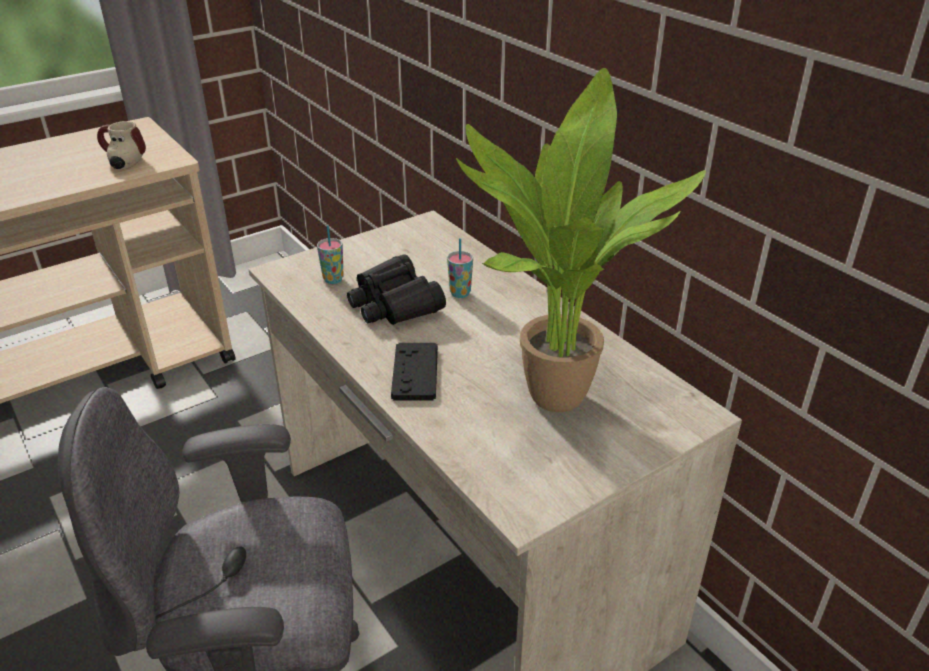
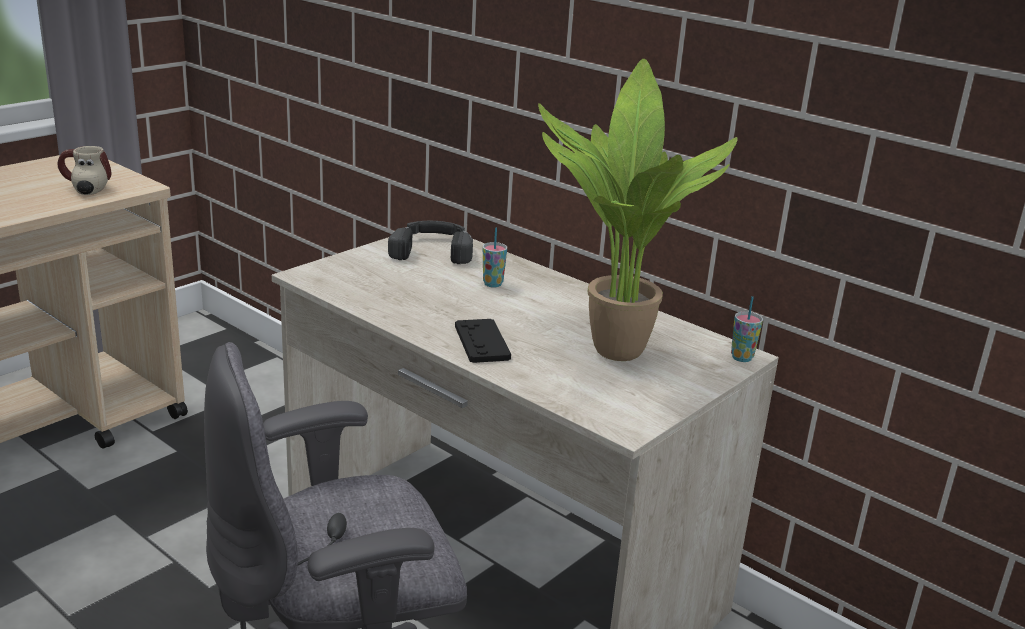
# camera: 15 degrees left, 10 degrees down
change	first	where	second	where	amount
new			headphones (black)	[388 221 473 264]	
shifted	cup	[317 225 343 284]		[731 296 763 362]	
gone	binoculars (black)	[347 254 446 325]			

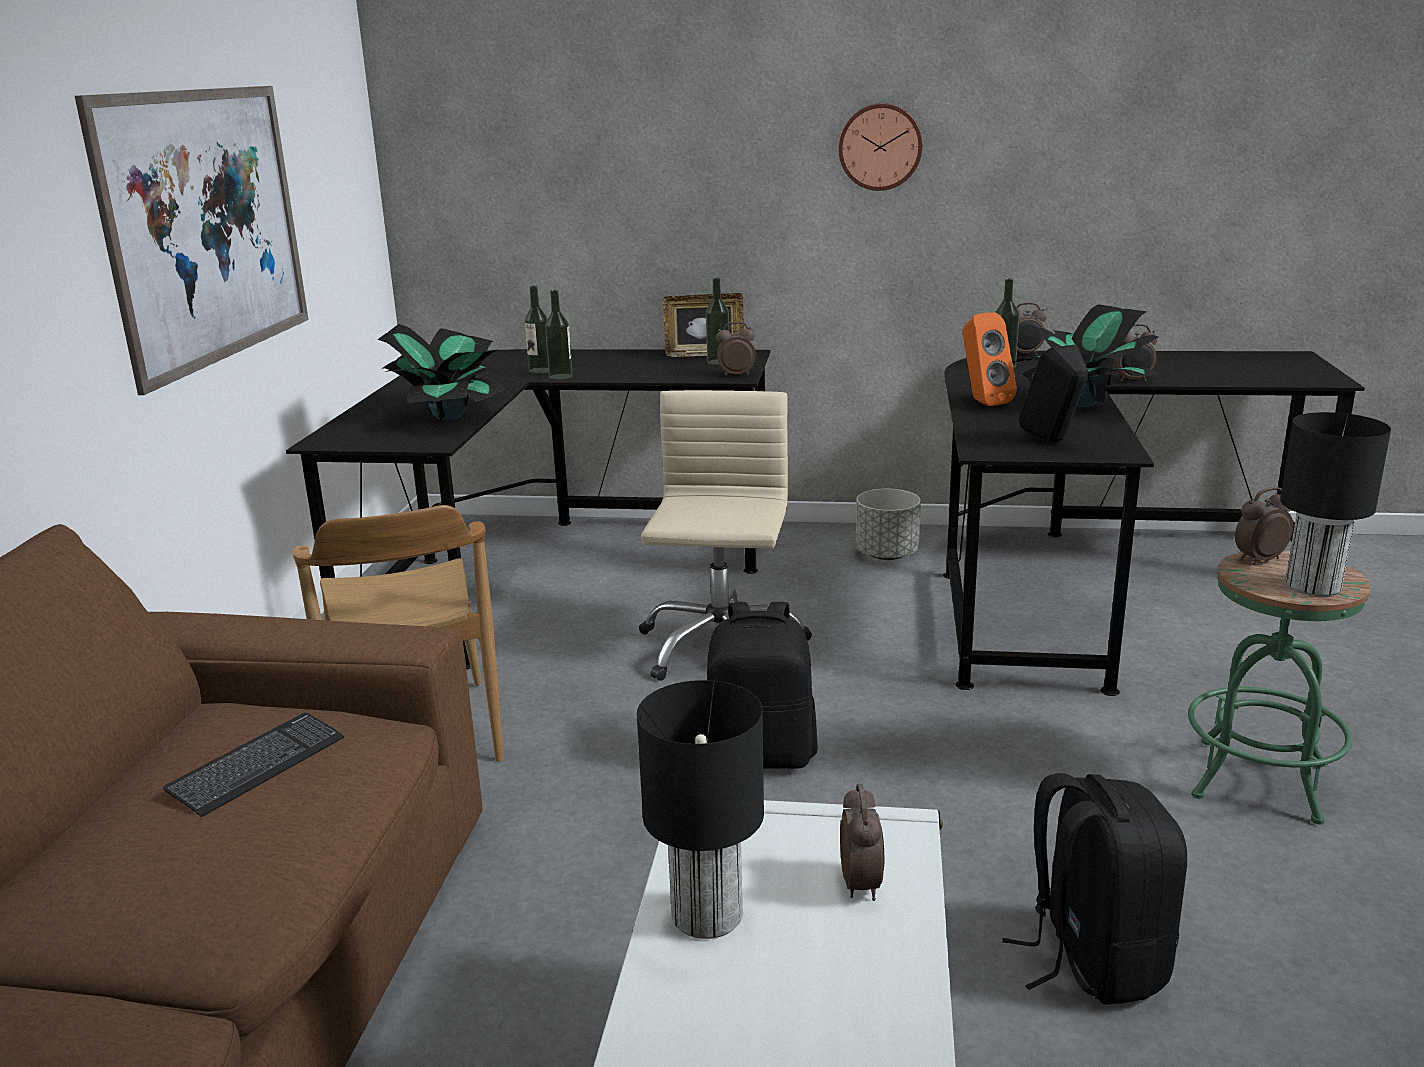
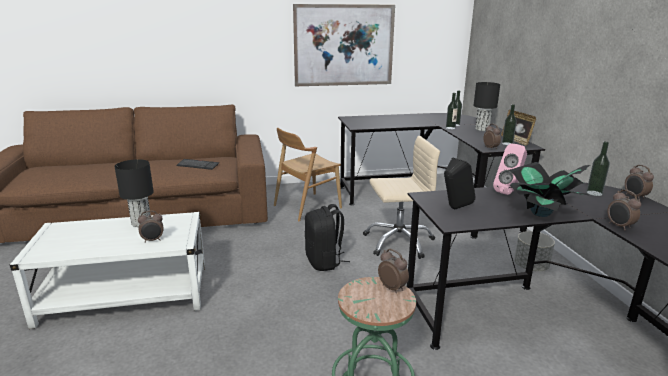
# camera: 70 degrees right, 0 degrees up
change	first	where	second	where	amount
shifted	table lamp (black)	[1280 412 1391 596]		[473 82 500 131]	
repainted	speaker (orange)	[963 312 1017 406]	speaker (pink)	[493 143 527 195]	
gone	potted plant	[377 324 505 420]			
gone	wall clock	[839 103 922 191]			
gone	backpack (black)	[1002 773 1187 1005]			

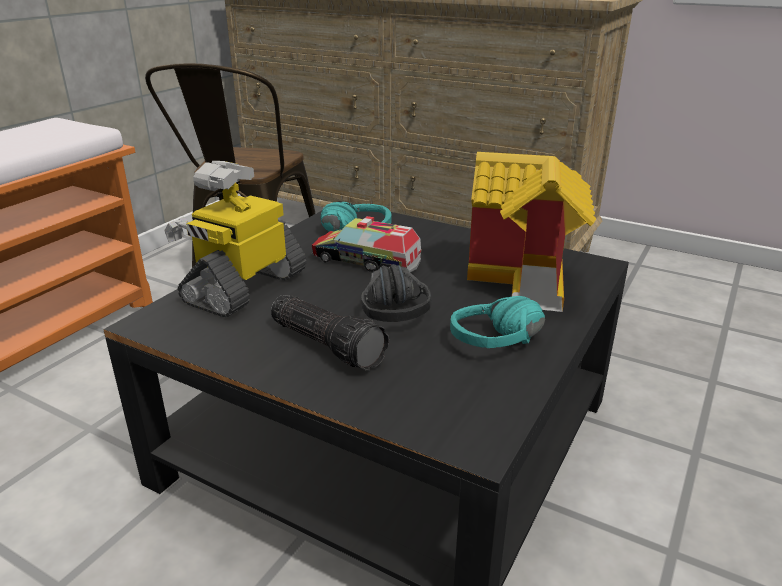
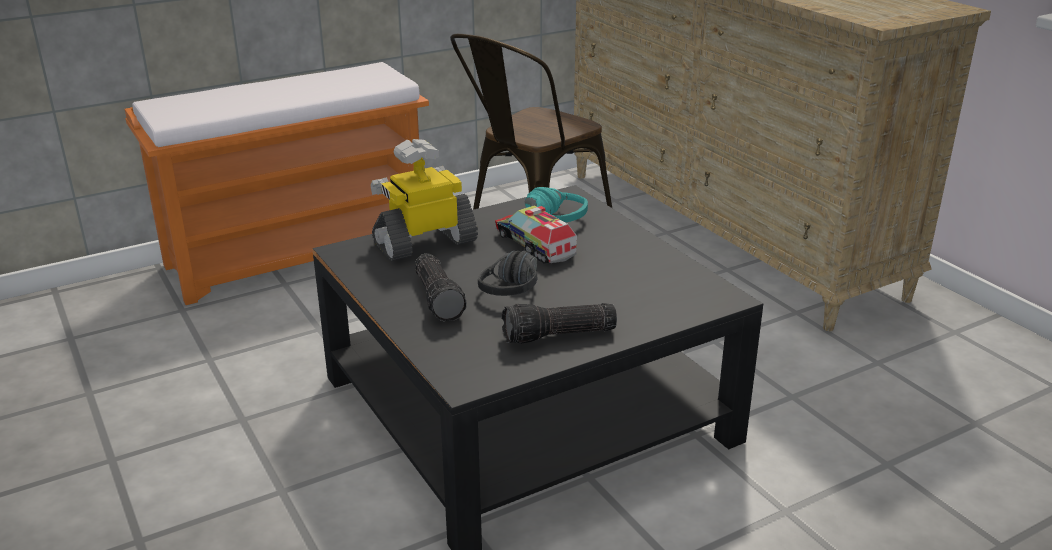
# camera: 30 degrees right, 0 degrees up
change	first	where	second	where	amount
swapped	headphones (turquoise)	[450 296 545 348]	flashlight	[502 303 617 344]	
gone	toy house	[467 152 596 312]			

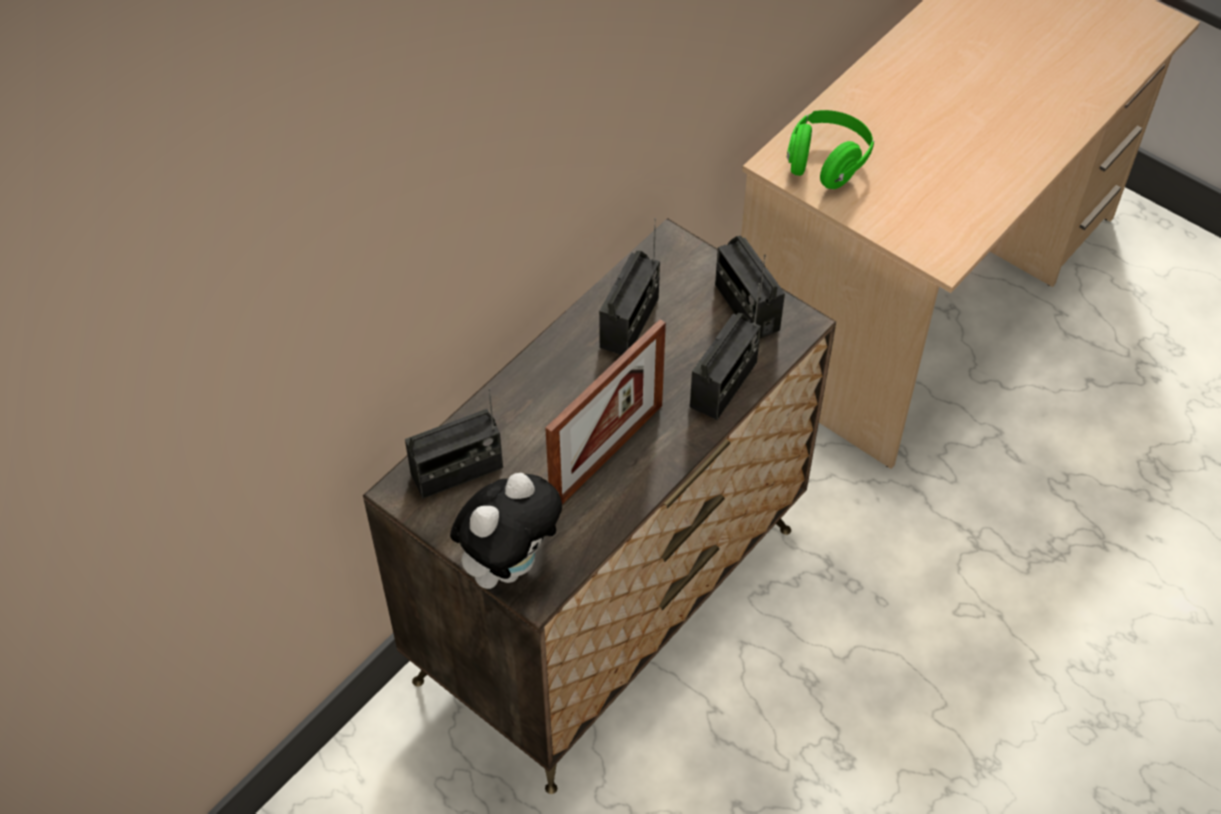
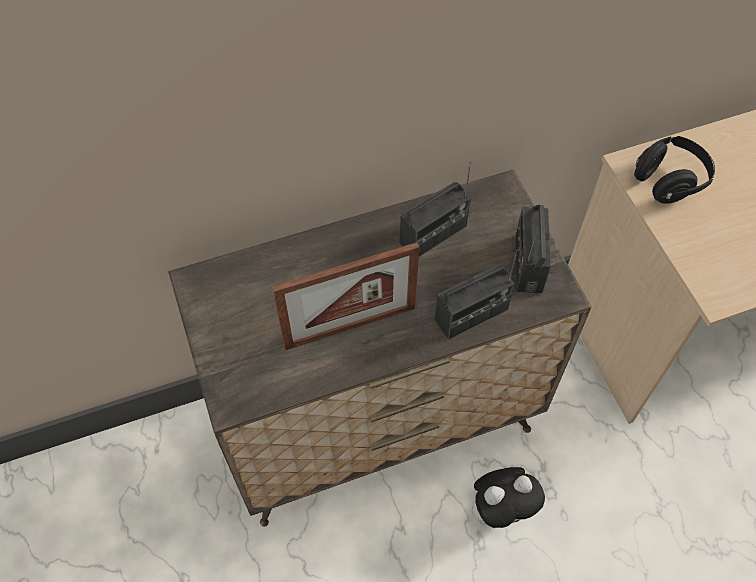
# camera: 30 degrees right, 5 degrees up
change	first	where	second	where	amount
shifted	plush toy	[450 473 562 589]		[472 467 545 528]	
repainted	headphones (green)	[787 110 874 189]	headphones (black)	[634 136 715 204]	
gone	radio	[405 388 503 499]			

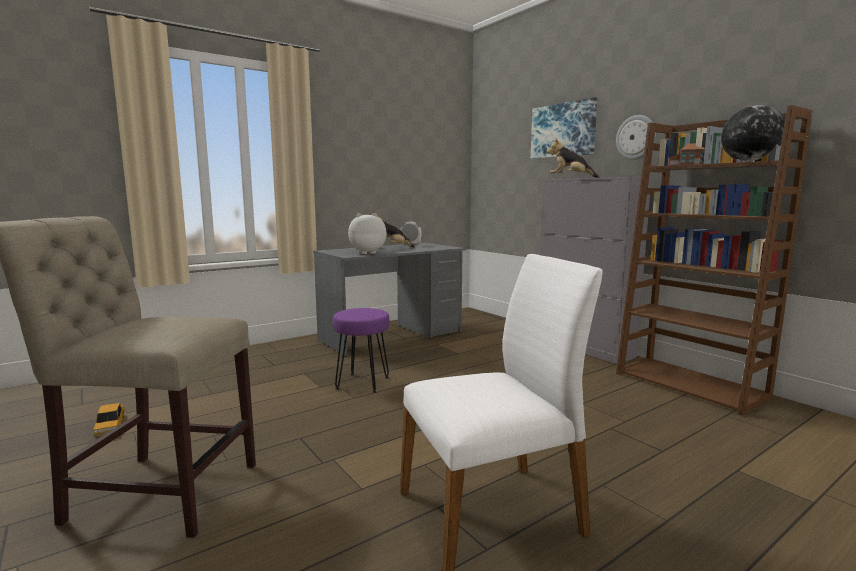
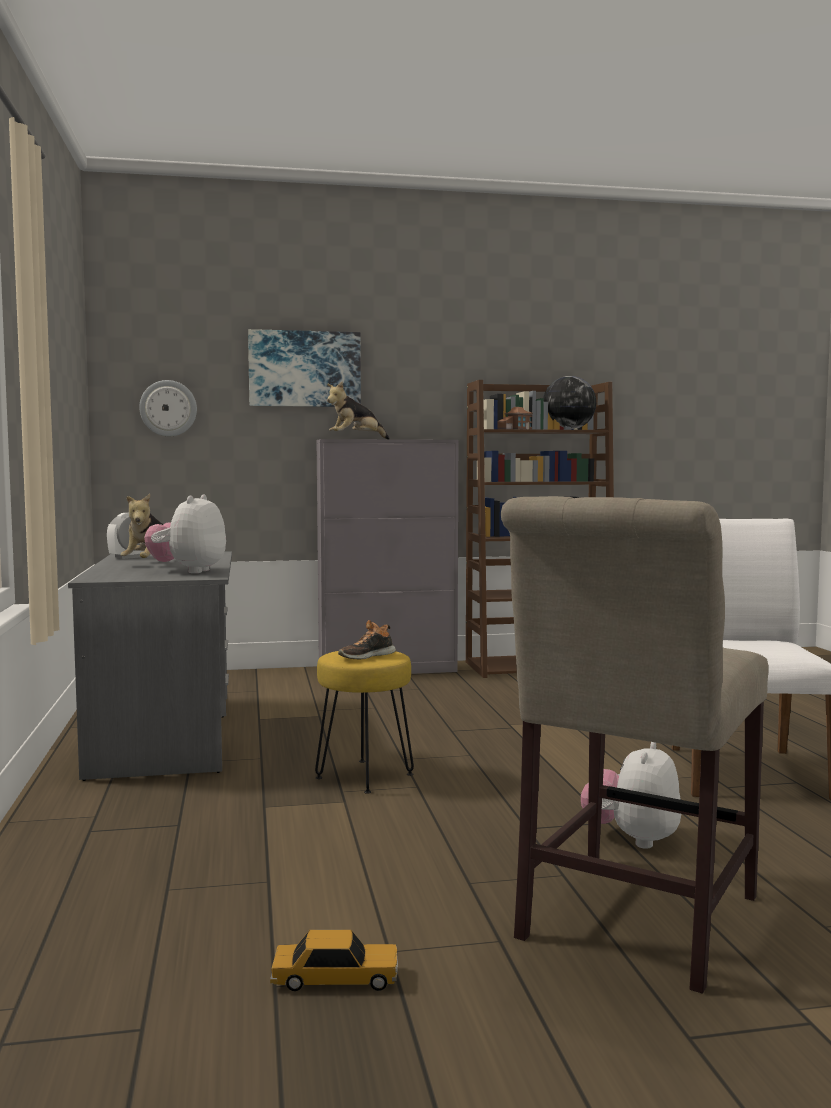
# camera: 65 degrees left, 5 degrees down
change	first	where	second	where	amount
shifted	wall clock	[616 115 656 160]		[139 380 197 436]	
repainted	stool (purple)	[333 308 390 393]	stool (yellow)	[315 651 414 794]	
new			shoe	[338 620 396 660]	
new			plush toy	[581 742 681 849]	

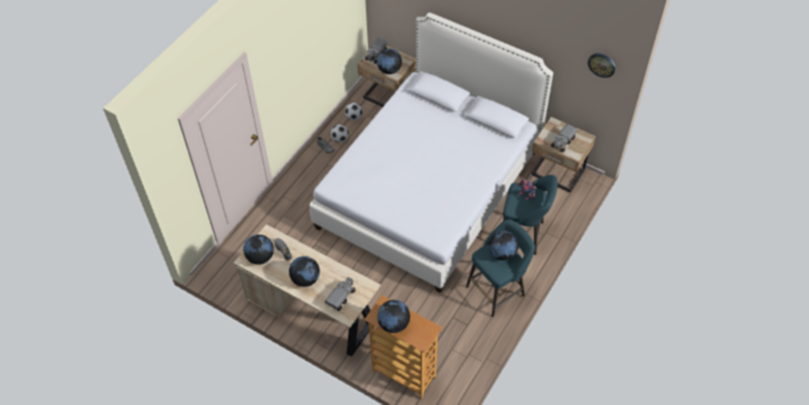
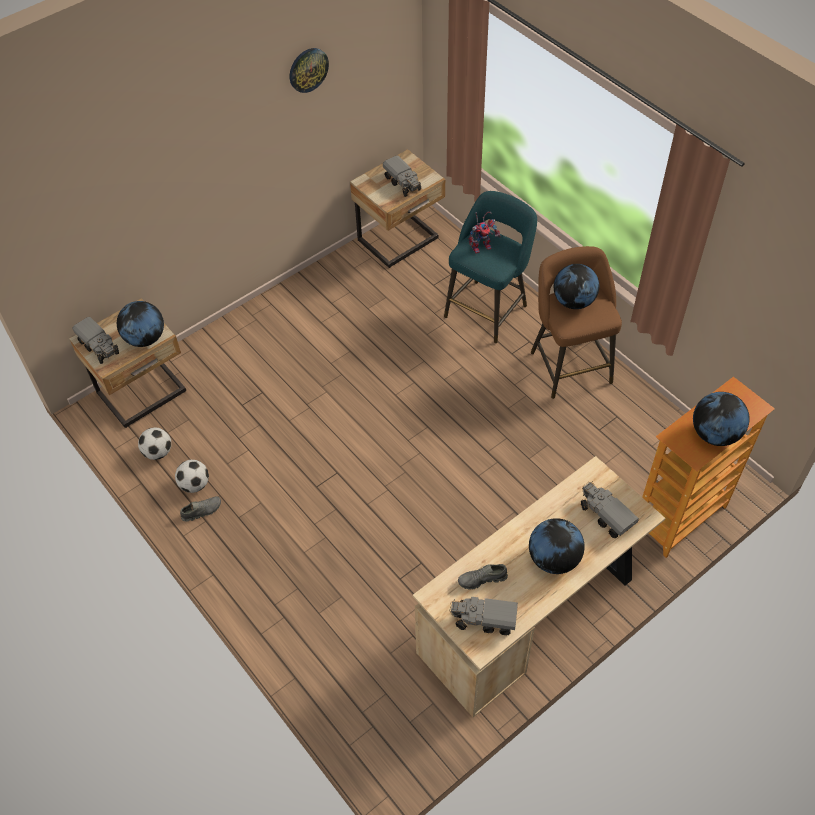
# camera: 70 degrees left, 0 degrees up
change	first	where	second	where	amount
shifted	wall clock	[588 53 616 78]		[290 48 329 93]	
swapped	globe	[243 234 274 265]	toy truck	[450 597 518 636]	
repainted	stool (turquoise)	[466 219 535 317]	stool (brown)	[531 246 622 399]	
gone	bed (white)	[309 13 553 293]			

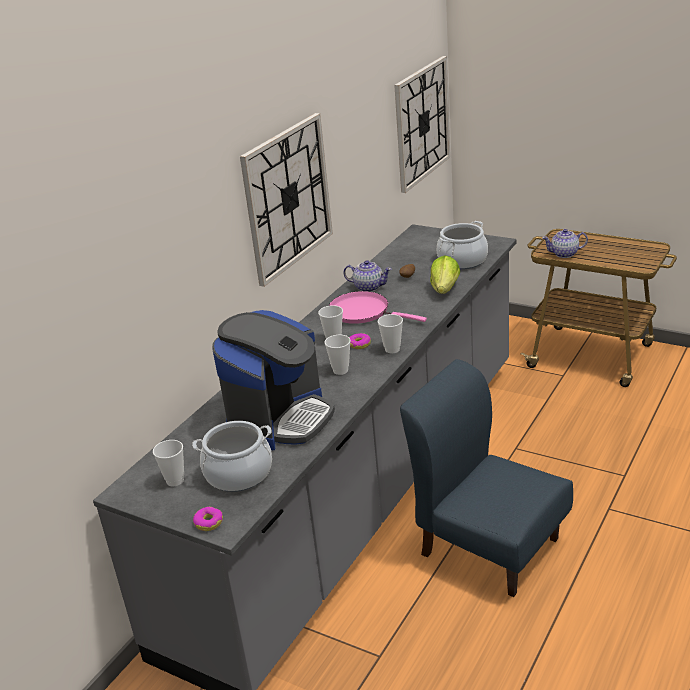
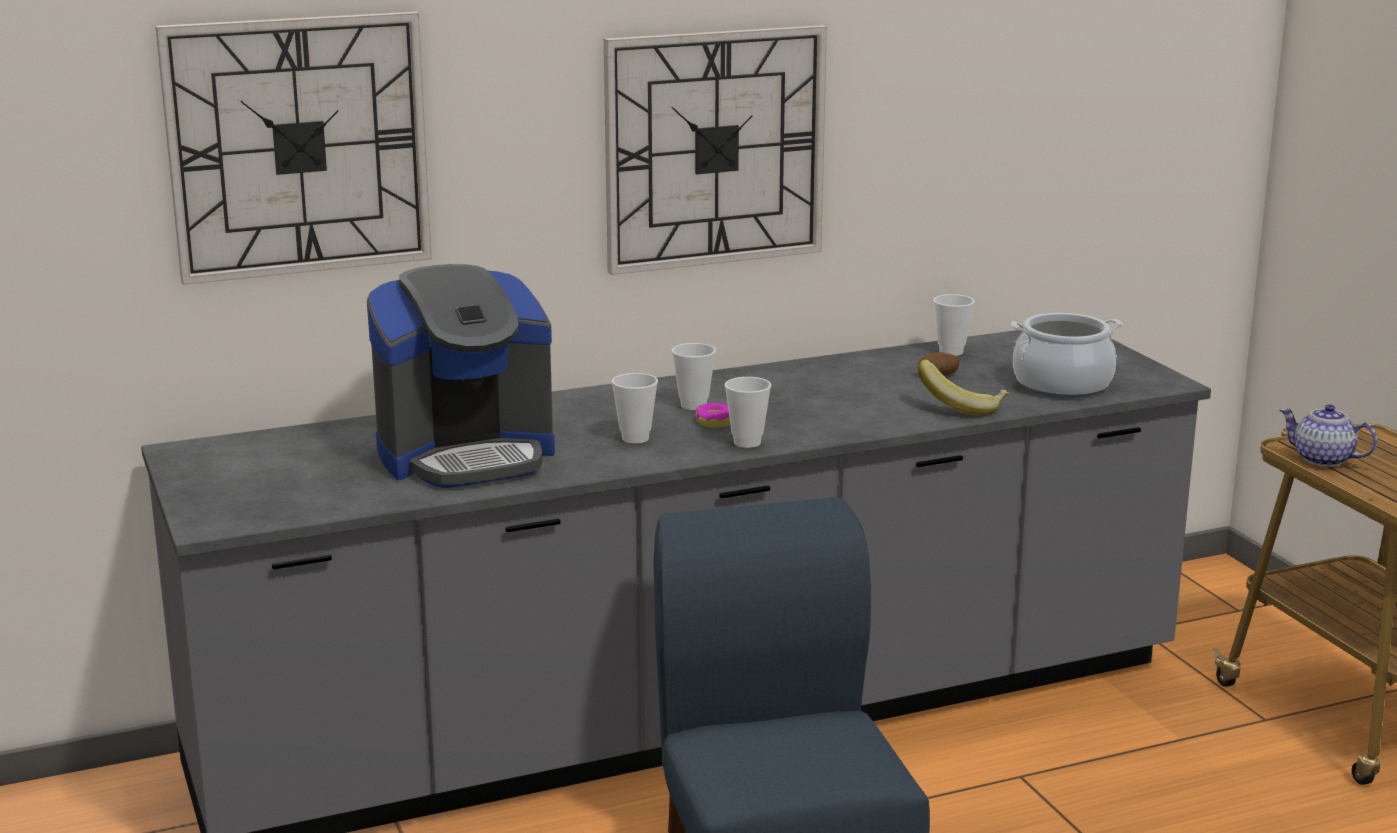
# camera: 35 degrees right, 10 degrees down
change	first	where	second	where	amount
shifted	wall clock	[394 56 450 193]		[155 12 432 285]	
swapped	lettuce	[430 255 460 294]	banana	[918 360 1009 415]	
shifted	cup	[153 440 184 486]		[933 294 974 356]	
gone	cooking pot	[192 421 272 492]			
gone	donut	[193 507 223 531]			
gone	frying pan (pink)	[329 291 427 324]			
gone	teapot	[343 260 392 292]			

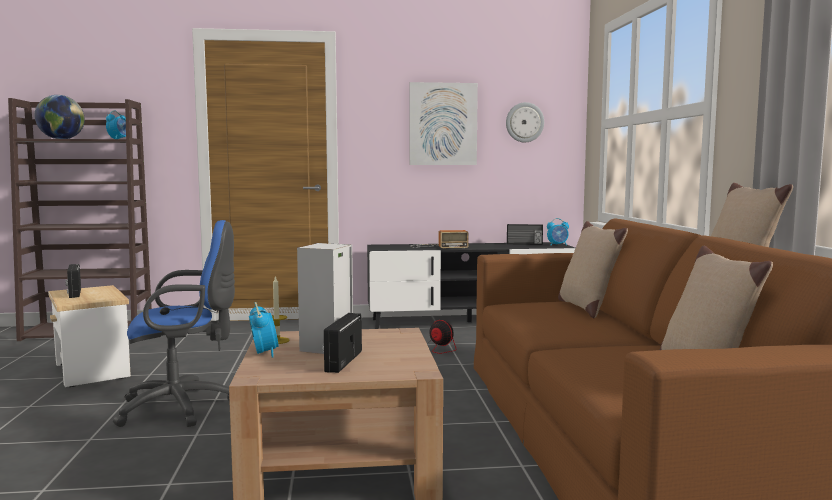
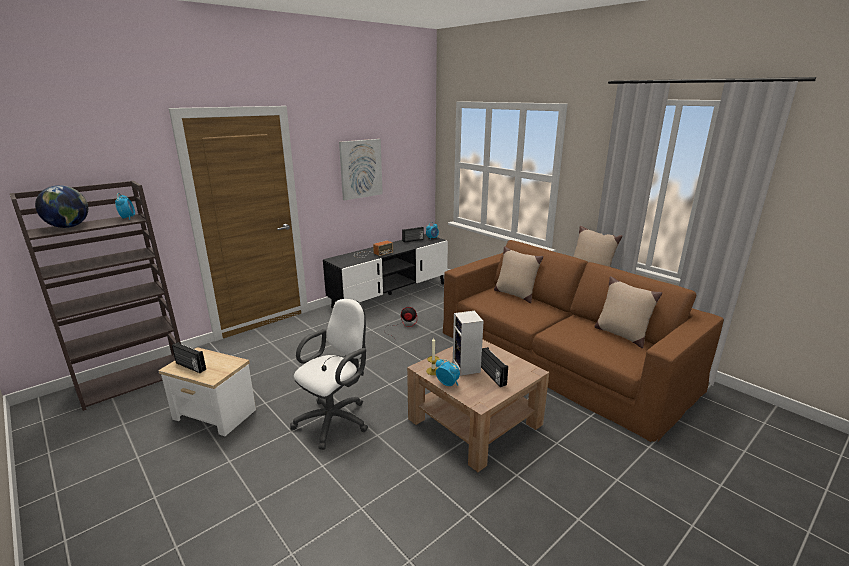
# camera: 35 degrees left, 15 degrees up
change	first	where	second	where	amount
repainted	office chair (blue)	[113 220 235 427]	office chair (white)	[290 299 368 450]	
gone	wall clock	[506 102 544 142]			

